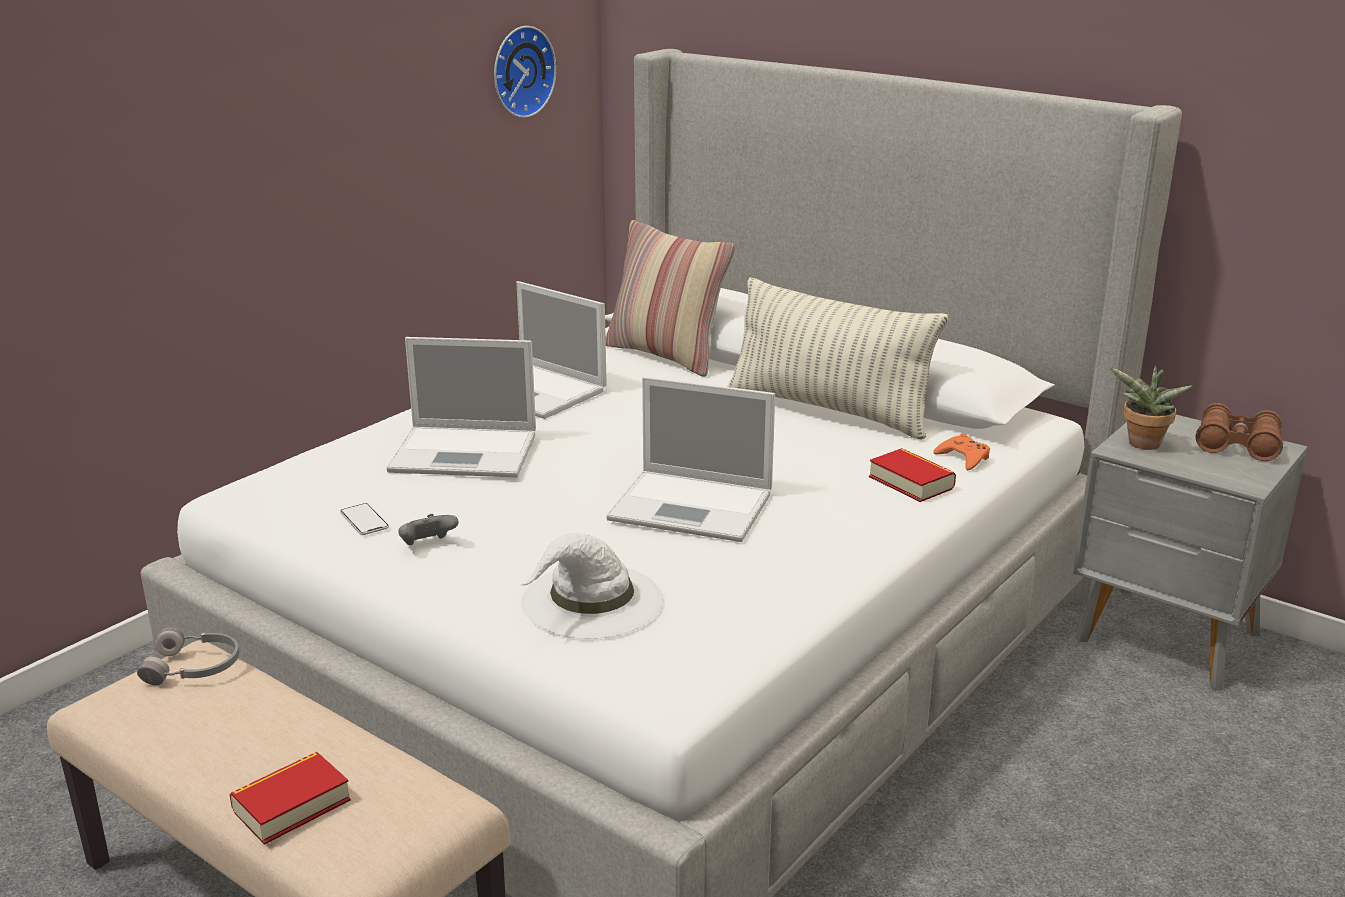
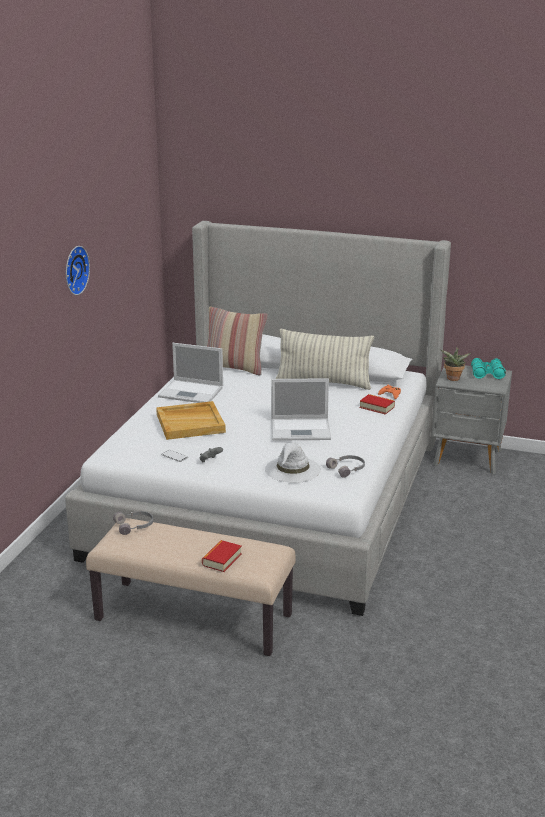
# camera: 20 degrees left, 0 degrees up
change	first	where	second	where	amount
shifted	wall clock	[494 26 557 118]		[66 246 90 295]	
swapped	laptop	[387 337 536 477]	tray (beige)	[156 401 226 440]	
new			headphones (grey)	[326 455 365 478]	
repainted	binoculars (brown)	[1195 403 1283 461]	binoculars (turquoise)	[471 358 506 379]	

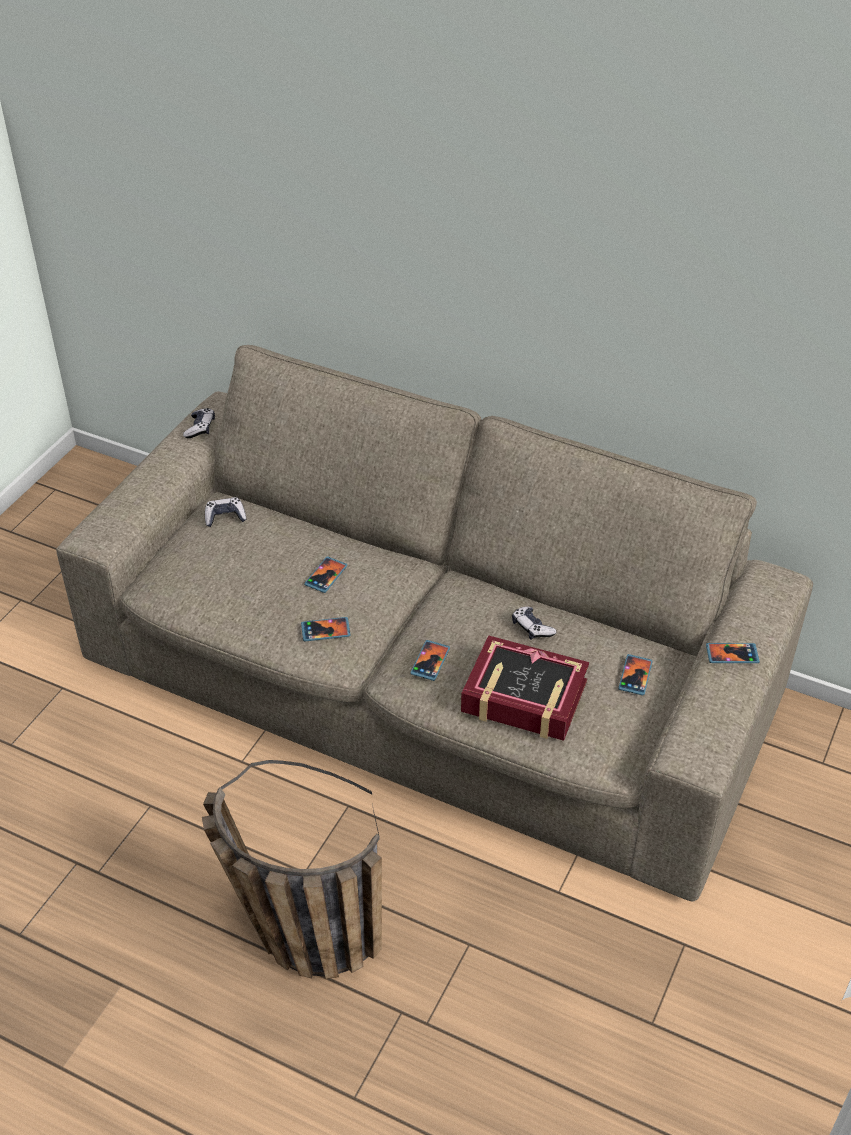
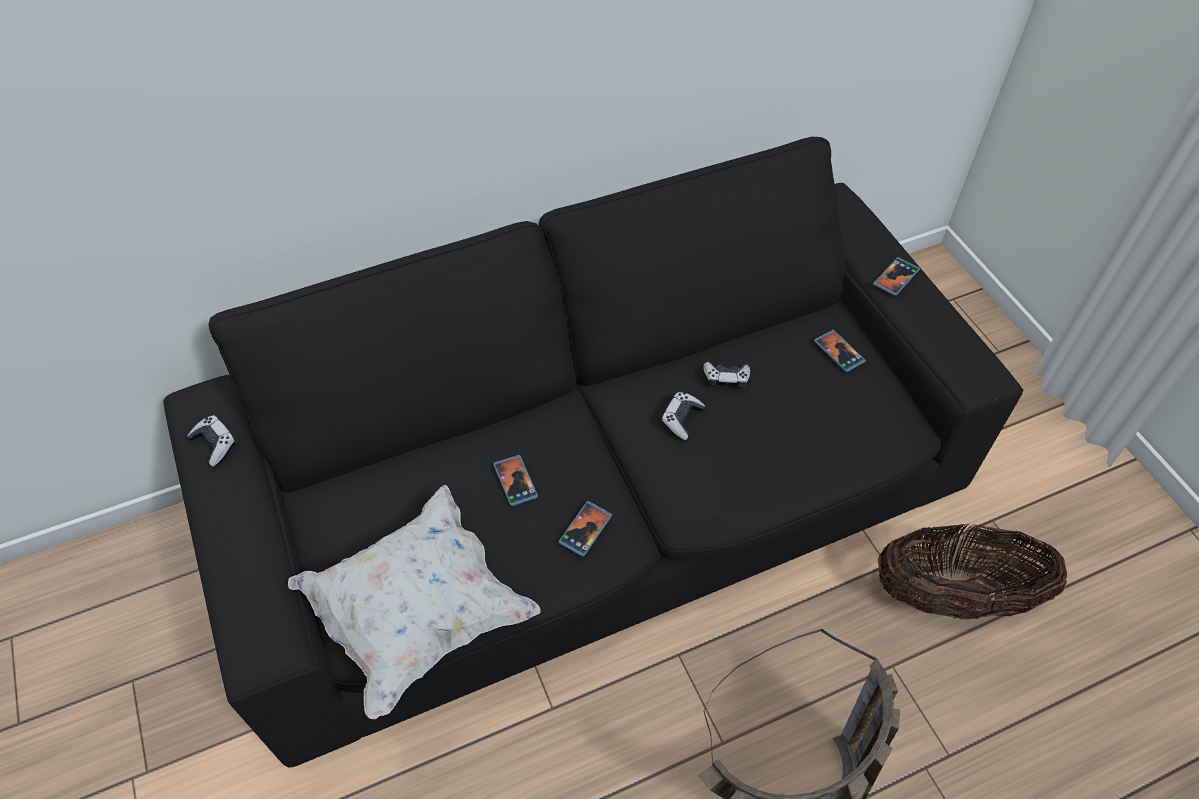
# camera: 50 degrees left, 10 degrees up
change	first	where	second	where	amount
repainted	sofa (beige)	[56 345 813 901]	sofa (black)	[163 137 1023 768]	
new			pillow (white)	[288 485 541 719]	
shifted	game controller	[205 497 246 527]		[661 392 705 440]	
new			basket	[878 524 1067 620]	
gone	phone	[410 640 450 681]			
gone	book	[461 635 589 741]			

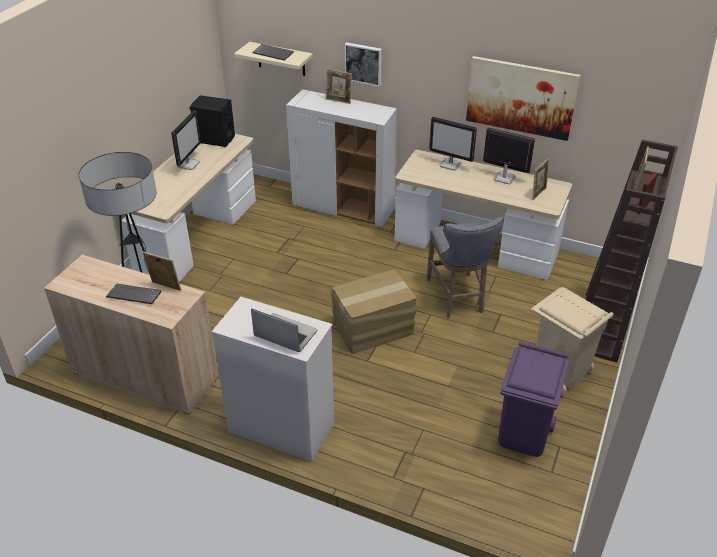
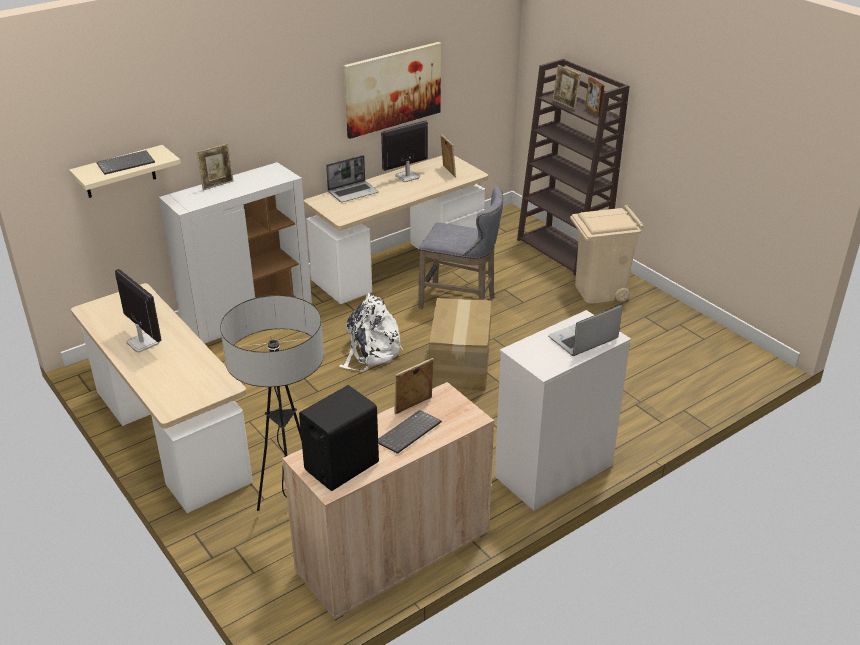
# camera: 60 degrees left, 5 degrees down
change	first	where	second	where	amount
shifted	speaker (black)	[189 95 235 147]		[299 385 379 491]	
swapped	monitor	[429 117 477 170]	laptop	[326 155 379 202]	
new			backpack (white)	[339 293 403 372]	
gone	picture	[344 42 382 87]			
gone	trash can (purple)	[498 342 569 457]			

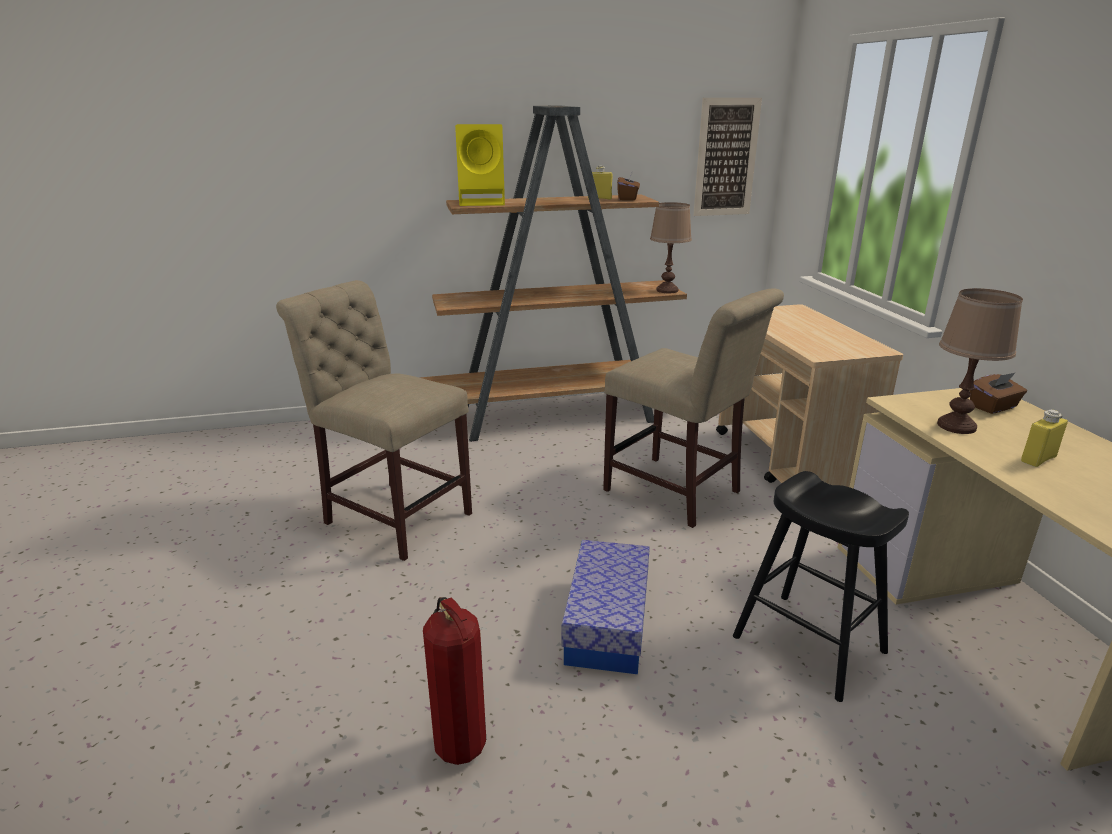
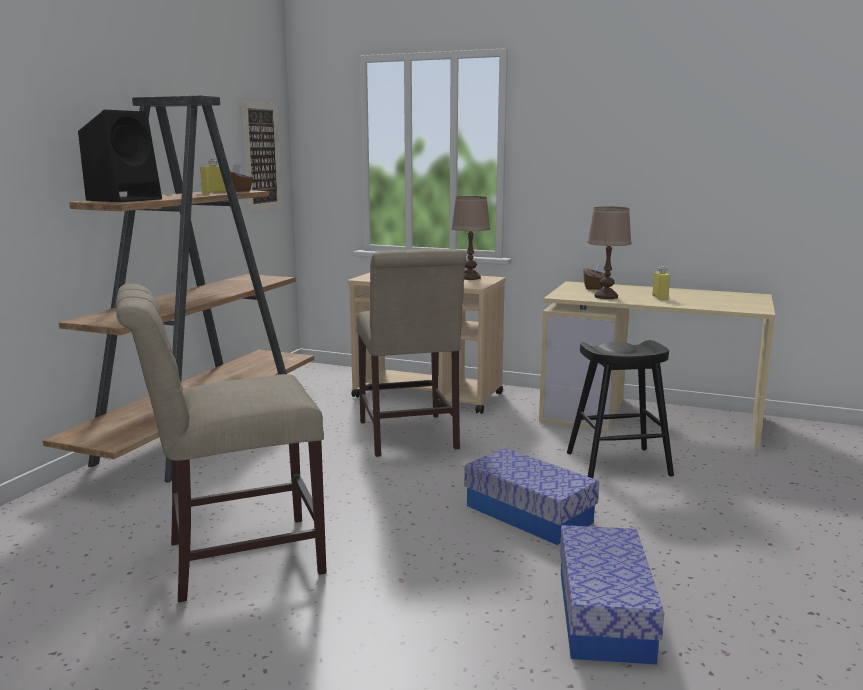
# camera: 55 degrees left, 10 degrees down
change	first	where	second	where	amount
repainted	speaker (yellow)	[455 124 505 206]	speaker (black)	[78 110 162 202]	
rotated	chair (beige)	[603 288 784 528]		[356 249 467 457]	90 degrees clockwise
shifted	table lamp (brown)	[650 202 692 293]		[451 196 490 280]	
swapped	fire extinguisher	[423 597 486 765]	storage box	[560 525 664 665]	

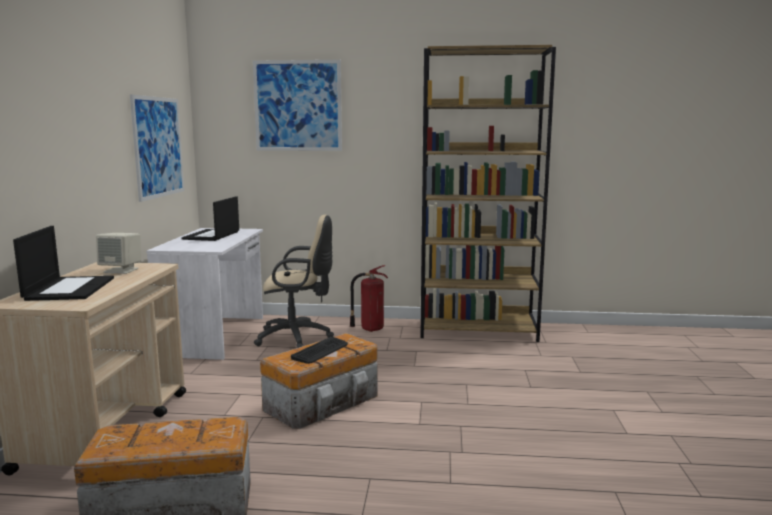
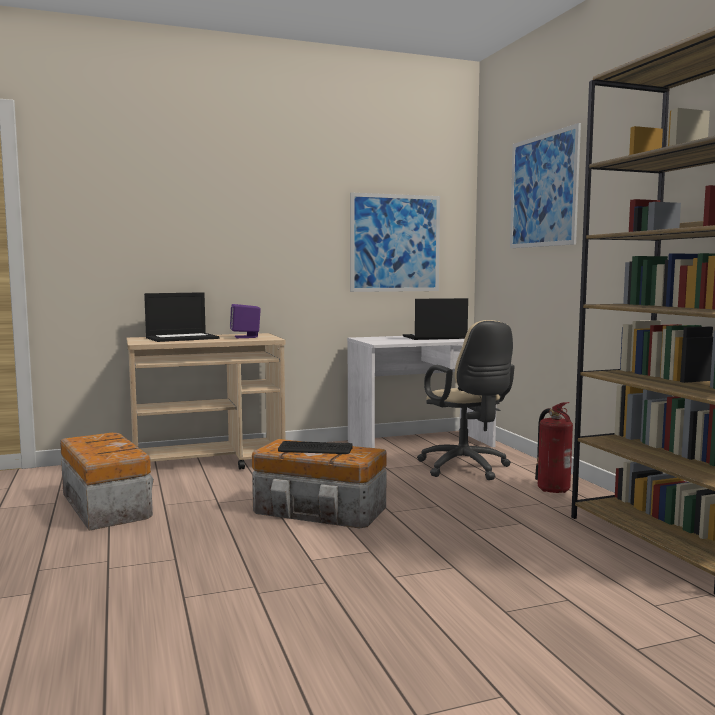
# camera: 65 degrees right, 5 degrees down
change	first	where	second	where	amount
repainted	speaker (beige)	[96 233 141 274]	speaker (purple)	[230 304 261 338]	

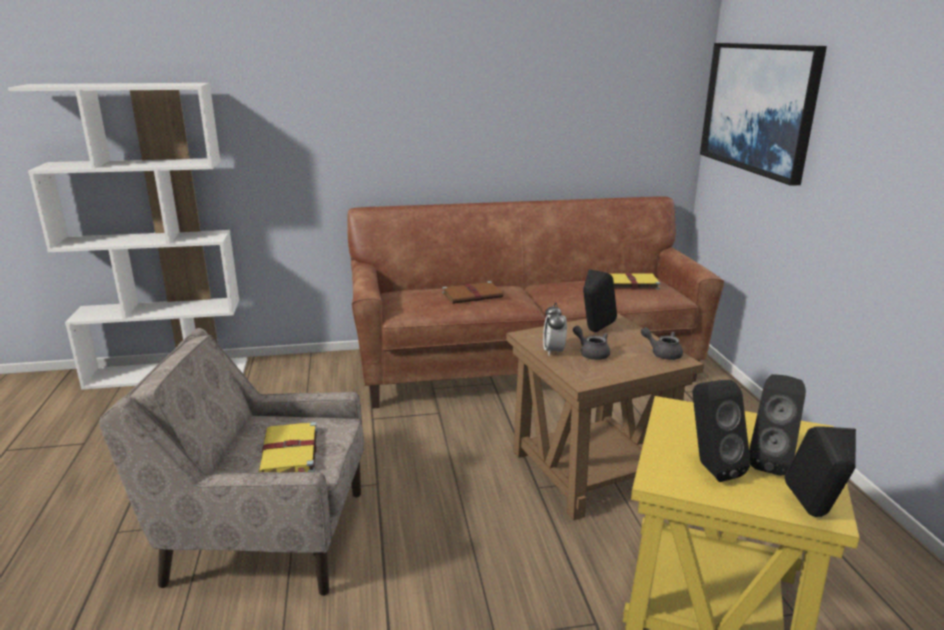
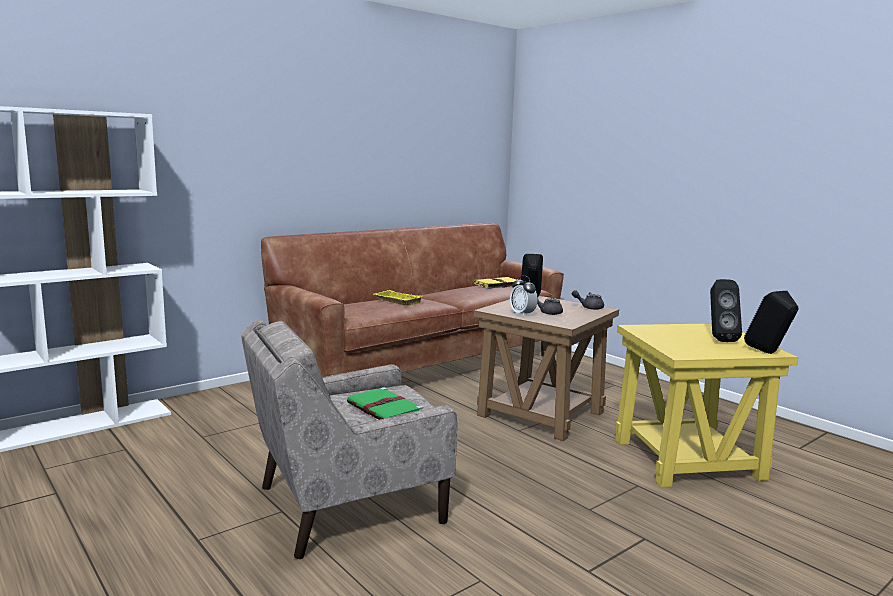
# camera: 30 degrees left, 10 degrees down
change	first	where	second	where	amount
repainted	book (yellow)	[258 422 317 472]	book (green)	[347 387 423 420]	
swapped	book (brown)	[442 281 503 304]	tray (yellow)	[374 290 422 306]	
gone	speaker (black)	[693 380 751 482]			
gone	picture	[700 43 827 186]			

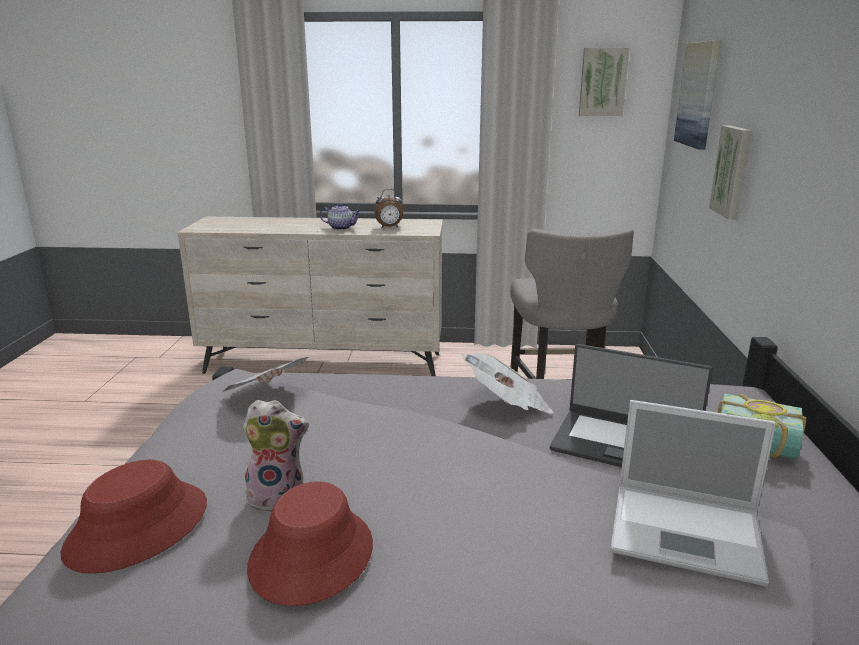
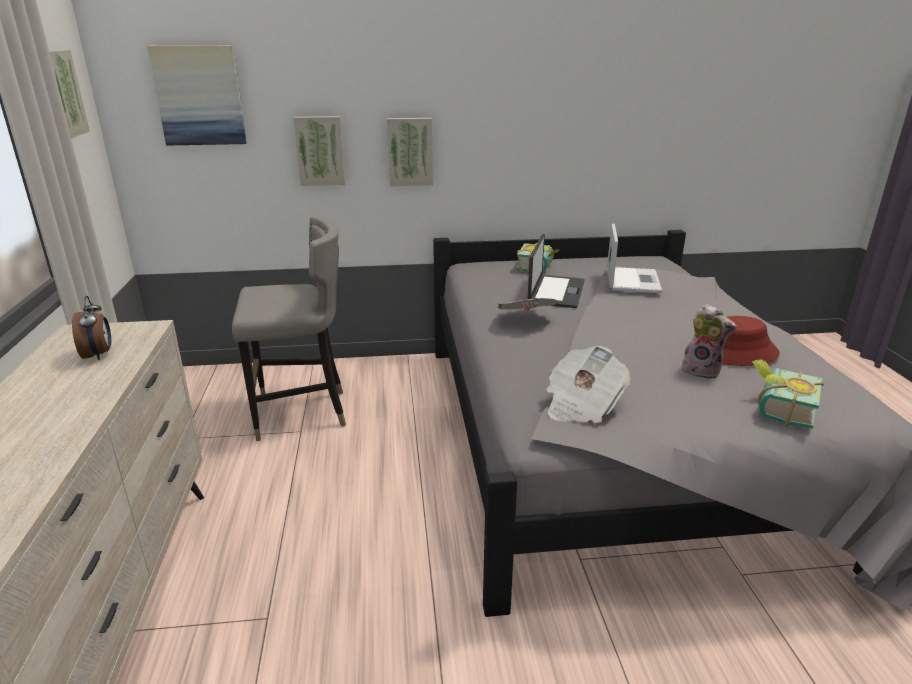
# camera: 100 degrees left, 5 degrees up
change	first	where	second	where	amount
new			picture	[387 118 433 186]	
rotated	plush toy	[243 400 309 513]		[681 304 737 379]	135 degrees clockwise
swapped	hat (red)	[61 459 207 574]	book	[752 360 824 429]	
gone	teapot	[320 203 361 230]			

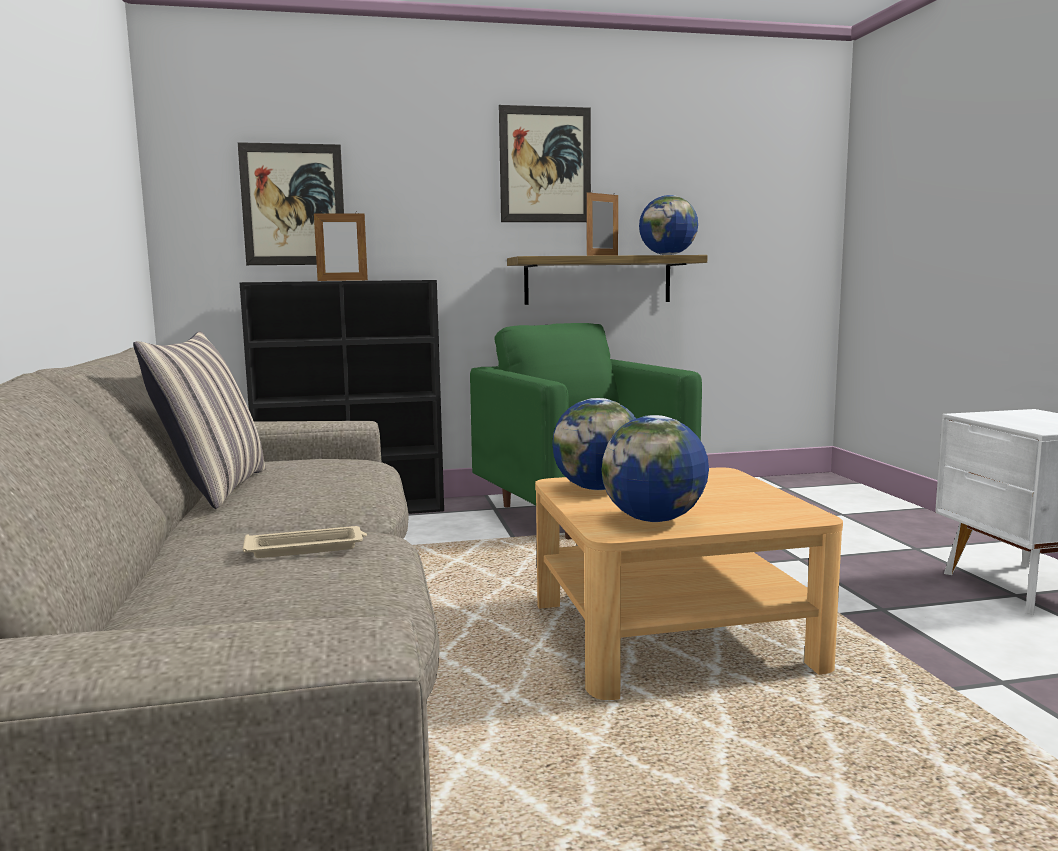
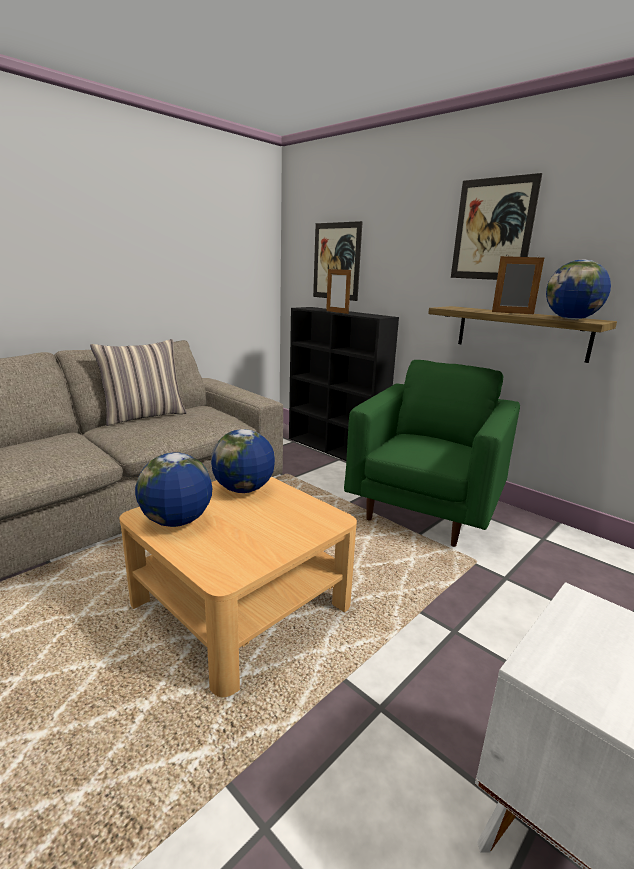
# camera: 55 degrees right, 10 degrees up
change	first	where	second	where	amount
gone	tray (beige)	[243 526 367 558]			

